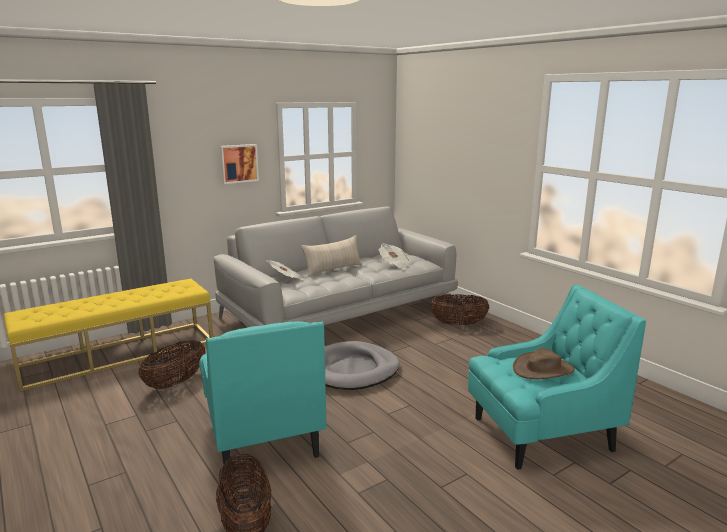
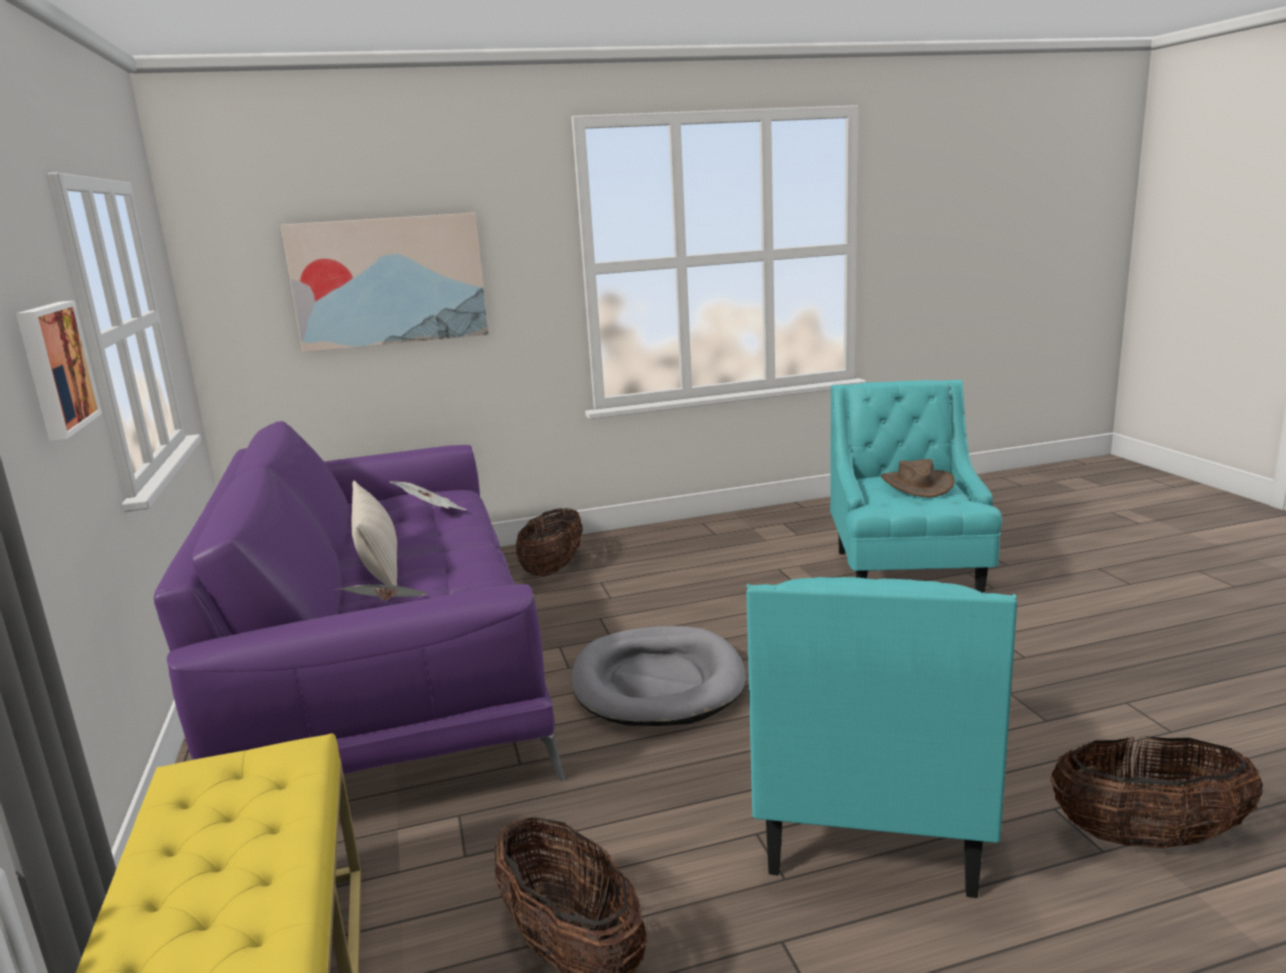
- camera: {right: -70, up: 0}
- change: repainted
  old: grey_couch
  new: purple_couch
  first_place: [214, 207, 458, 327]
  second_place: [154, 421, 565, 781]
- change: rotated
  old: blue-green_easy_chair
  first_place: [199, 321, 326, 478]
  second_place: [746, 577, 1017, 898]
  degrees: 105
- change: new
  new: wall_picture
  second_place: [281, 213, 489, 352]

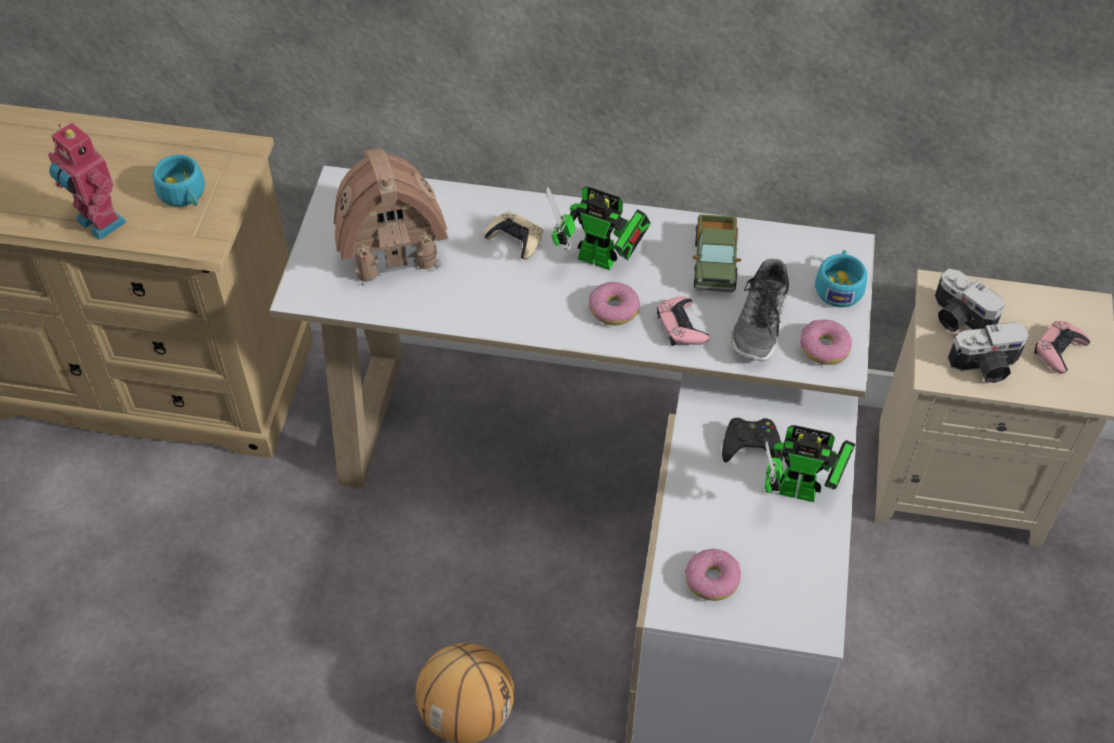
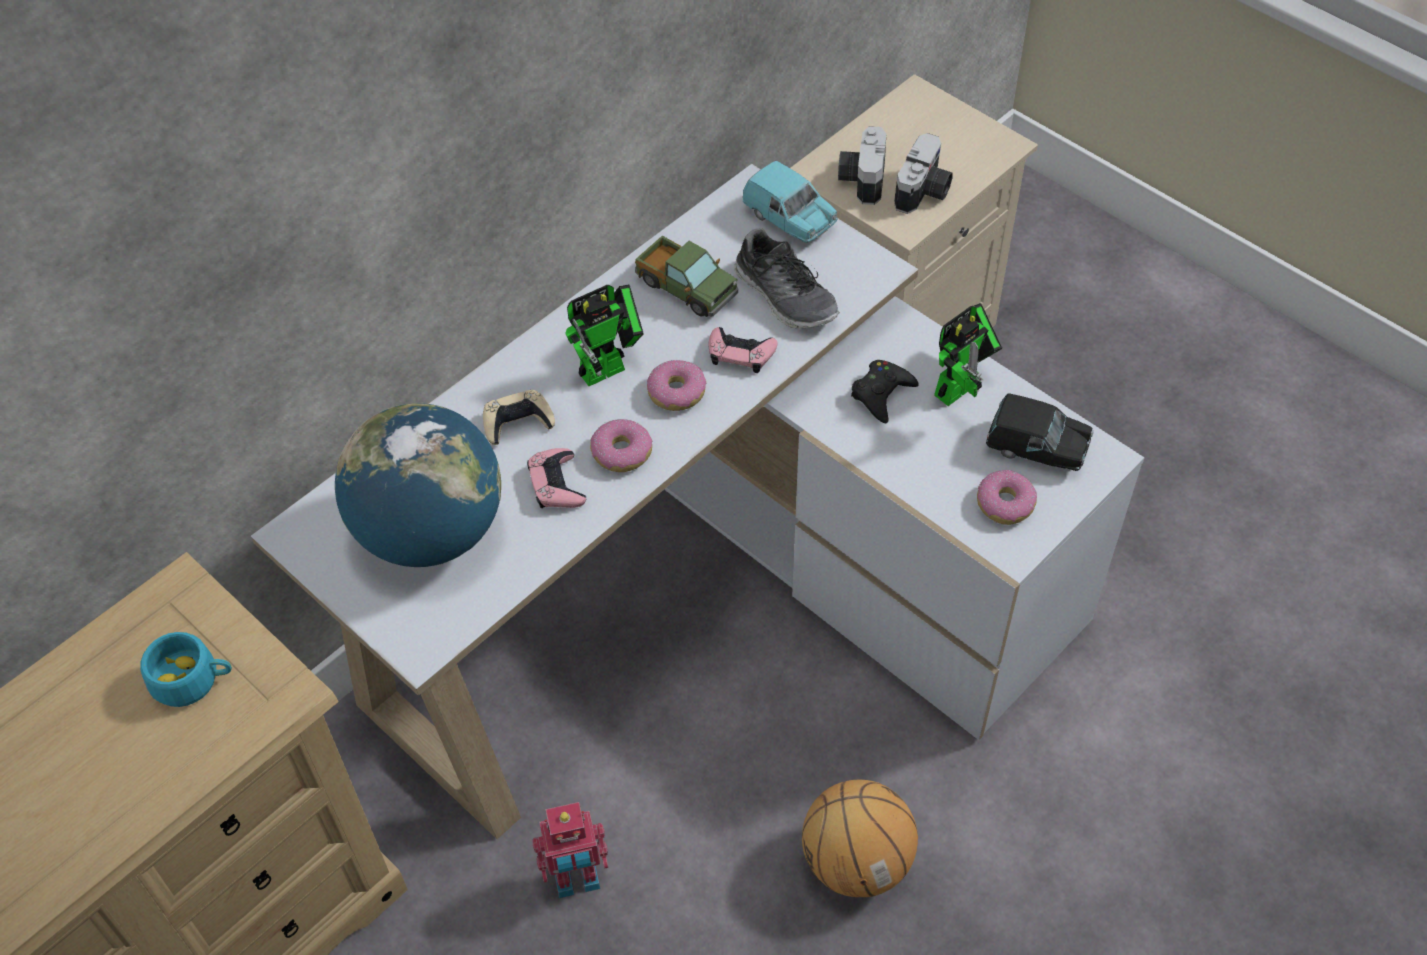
- camera: {right: -55, up: 0}
- change: shifted
  old: robot_figure
  first_place: [48, 123, 127, 240]
  second_place: [532, 802, 608, 898]
- change: swapped
  old: model_house
  new: desk_globe
  first_place: [334, 148, 448, 286]
  second_place: [335, 403, 501, 567]
- change: swapped
  old: blue-green_cup
  new: blue-green_toy_car
  first_place: [815, 250, 867, 307]
  second_place: [743, 161, 838, 243]
- change: rotated
  old: photo_camera
  first_place: [935, 269, 1005, 332]
  second_place: [838, 126, 886, 205]
  degrees: 105
- change: shifted
  old: ring_doughnut
  first_place: [800, 319, 852, 365]
  second_place: [590, 419, 652, 472]
- change: shifted
  old: pink-coloured_game_controller
  first_place: [1034, 321, 1090, 374]
  second_place: [527, 448, 586, 508]
- change: new
  new: black-coloured_toy_car
  second_place: [986, 393, 1093, 471]

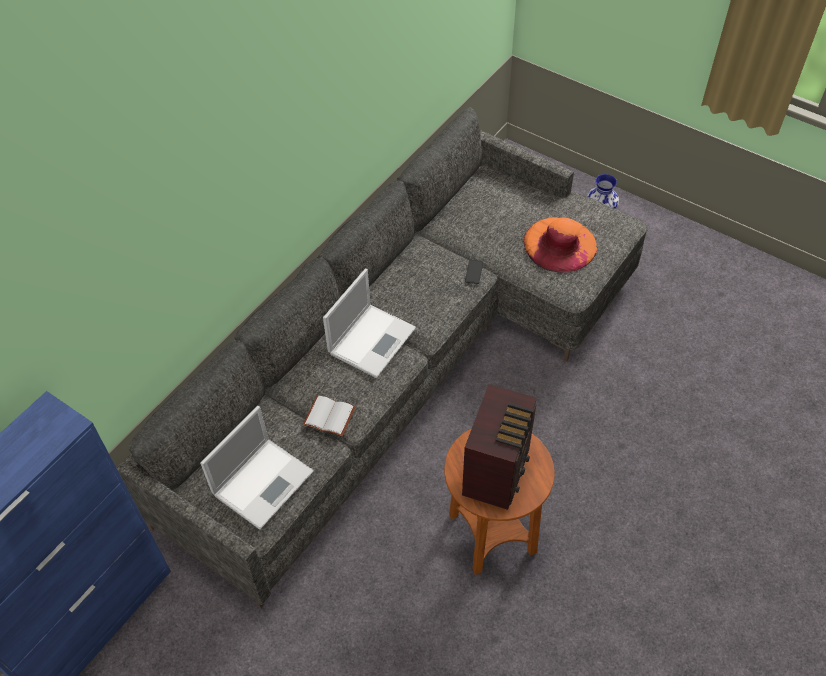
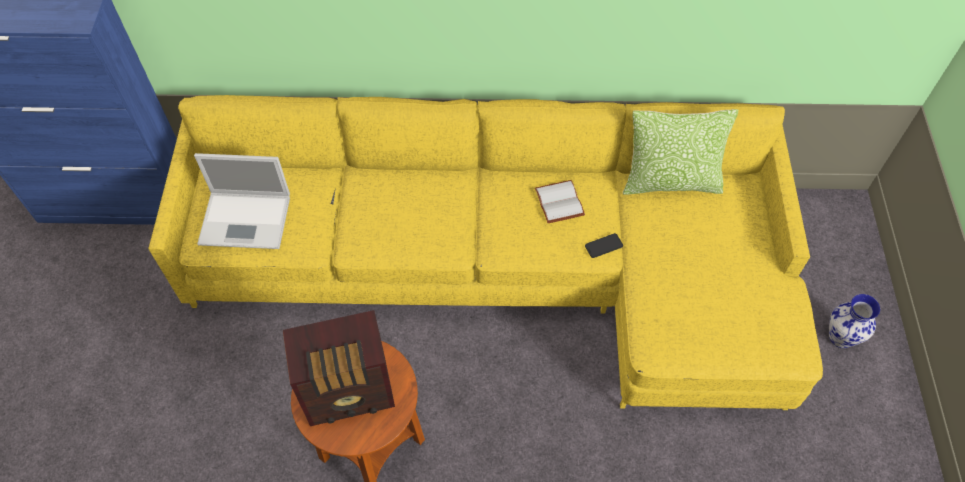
- camera: {right: 55, up: 5}
- change: repainted
  old: grey_couch
  new: yellow-coloured_couch
  first_place: [117, 107, 648, 608]
  second_place: [149, 95, 823, 410]
- change: gone
  old: orangey_clothing_hat
  first_place: [523, 217, 597, 273]
- change: gone
  old: portable_computer
  first_place: [323, 269, 416, 378]
- change: shifted
  old: whitish_volume
  first_place: [303, 395, 356, 437]
  second_place: [535, 180, 585, 223]
- change: new
  new: throw_pillow
  second_place: [623, 109, 738, 195]

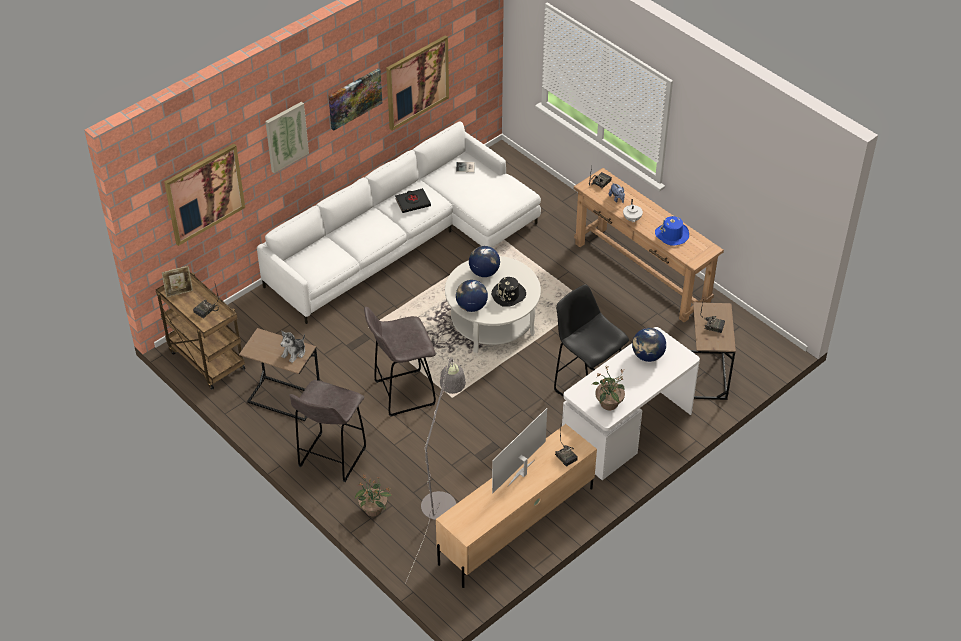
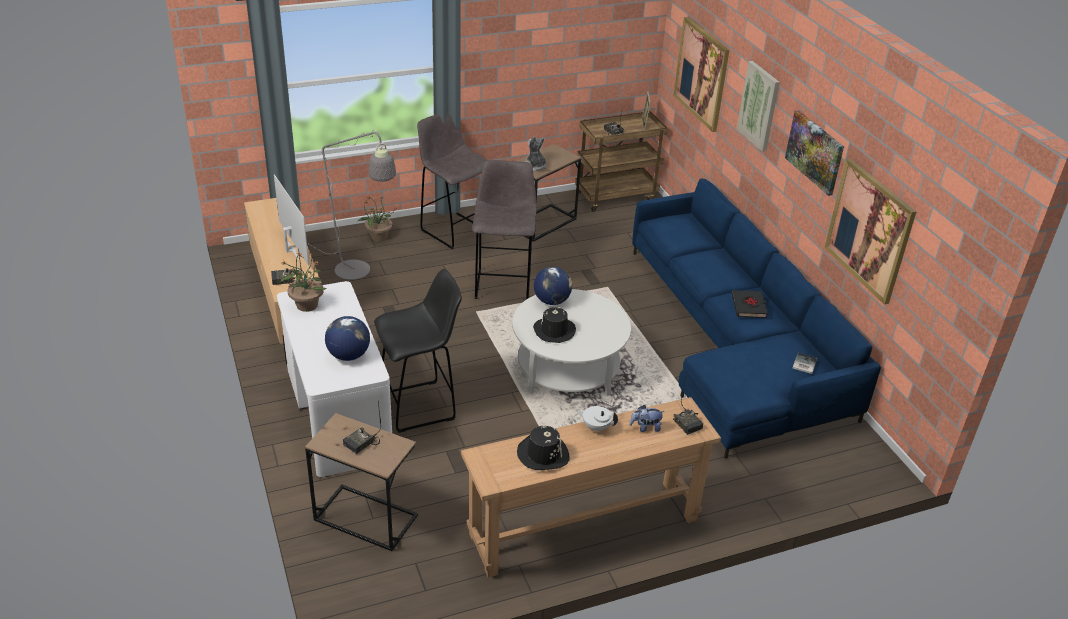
- camera: {right: 110, up: -10}
- change: repainted
  old: whitish_couch
  new: blue_couch
  first_place: [257, 121, 541, 324]
  second_place: [632, 178, 881, 459]
- change: repainted
  old: blue_clothing_hat
  new: black-coloured_clothing_hat
  first_place: [655, 215, 689, 246]
  second_place: [517, 426, 570, 470]
- change: gone
  old: desk_globe
  first_place: [469, 246, 500, 277]

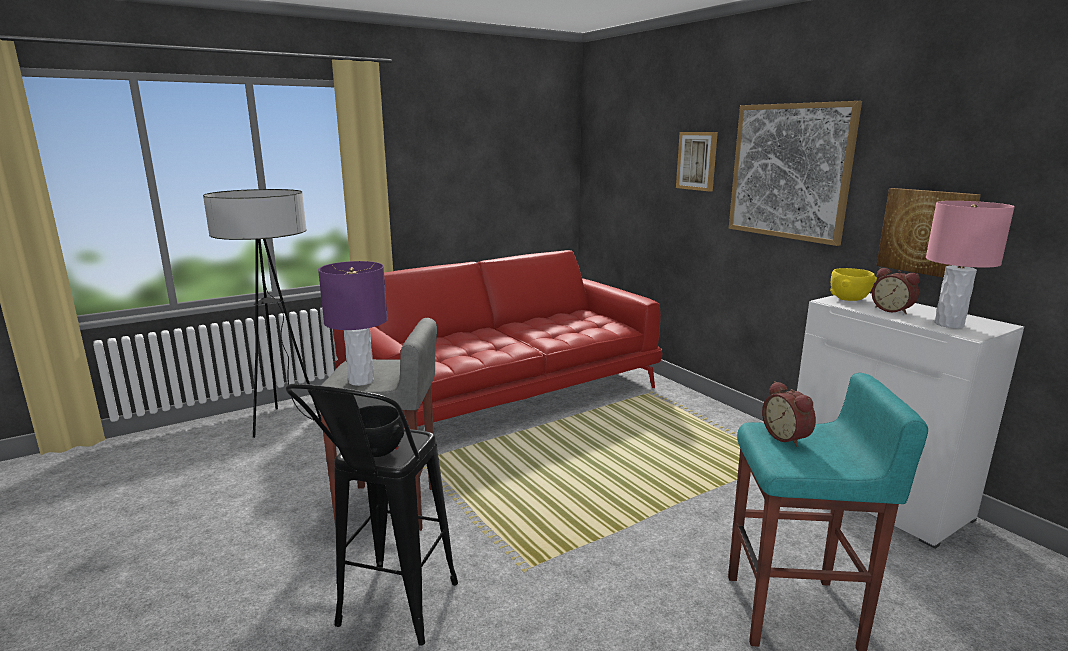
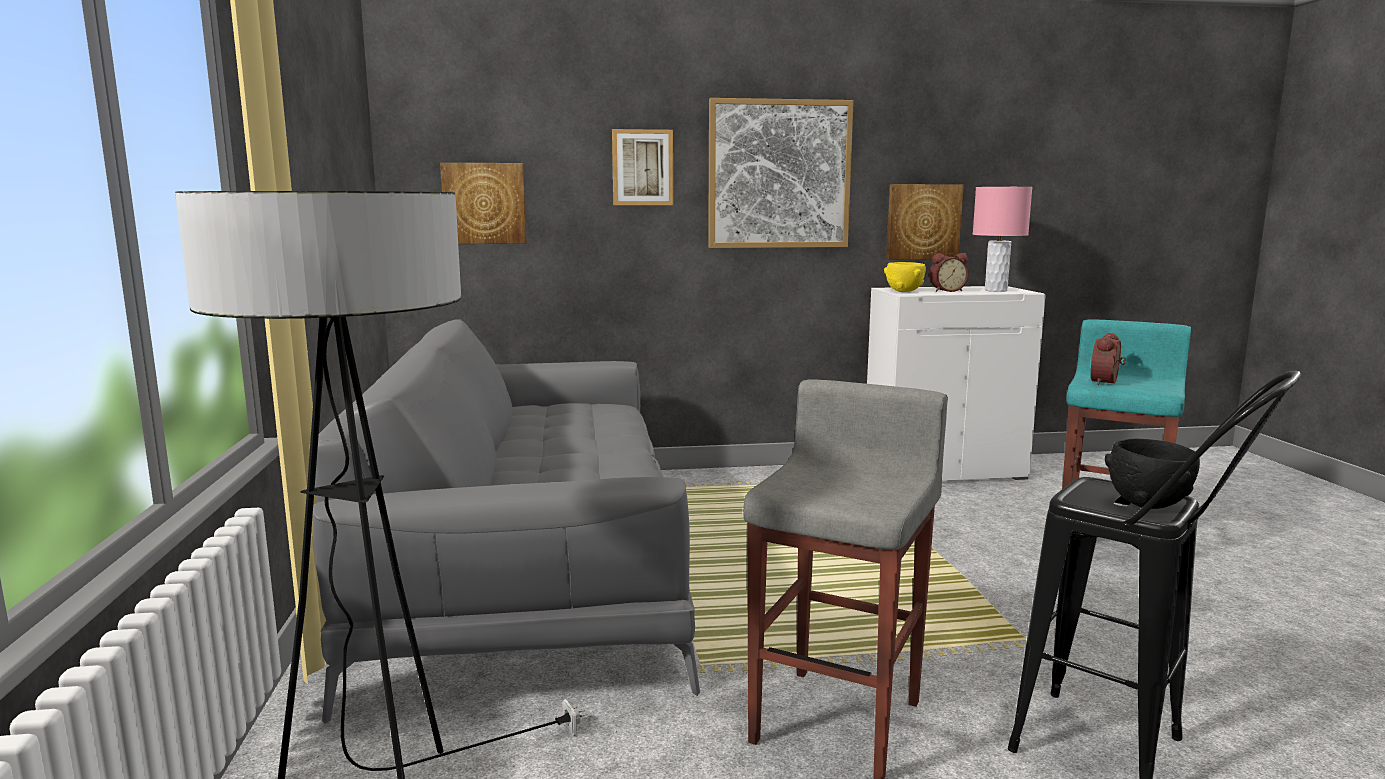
- camera: {right: -65, up: -5}
- change: repainted
  old: red_couch
  new: grey_couch
  first_place: [333, 250, 662, 450]
  second_place: [309, 319, 700, 724]
- change: gone
  old: purple_tabletop_lamp
  first_place: [318, 261, 388, 386]
- change: rotated
  old: table_clock
  first_place: [762, 381, 816, 447]
  second_place: [1091, 332, 1126, 385]
  degrees: 120
- change: new
  new: wall_picture
  second_place: [440, 163, 527, 244]

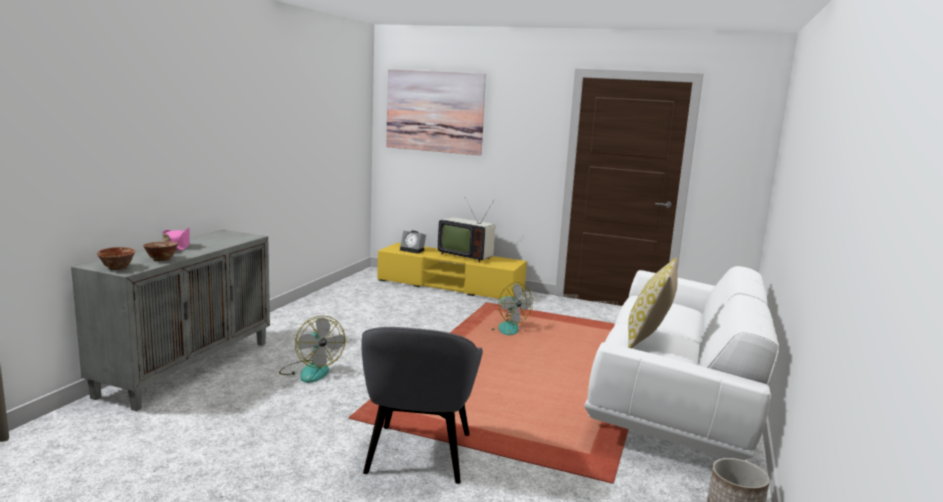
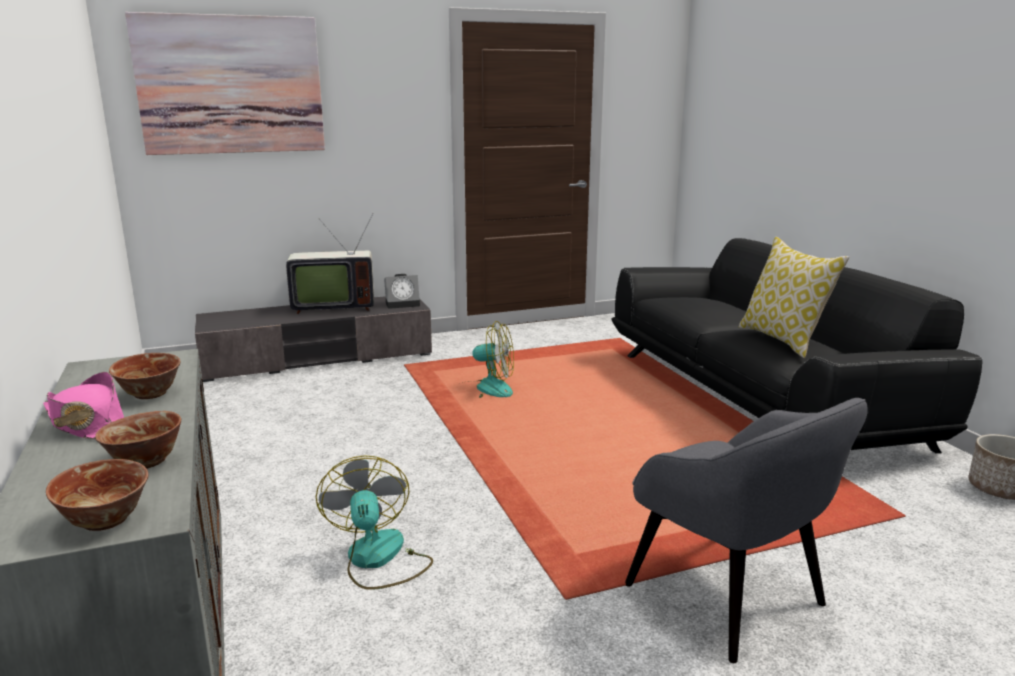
- camera: {right: -40, up: 5}
- change: shifted
  old: table_clock
  first_place: [400, 230, 426, 254]
  second_place: [384, 274, 420, 309]
- change: repainted
  old: yellow-coloured_media_console
  new: grey_media_console
  first_place: [377, 243, 527, 299]
  second_place: [195, 296, 432, 382]
- change: repainted
  old: whitish_couch
  new: black-coloured_couch
  first_place: [584, 266, 779, 460]
  second_place: [611, 238, 983, 454]
- change: rotated
  old: electric_fan
  first_place: [279, 316, 345, 383]
  second_place: [316, 455, 433, 590]
  degrees: -120
- change: new
  new: serving_bowl
  second_place: [109, 353, 181, 399]

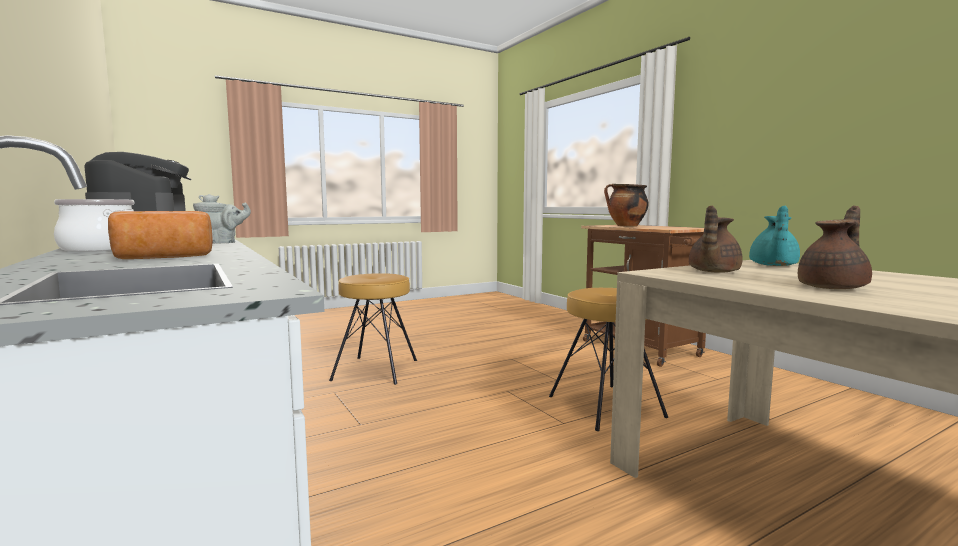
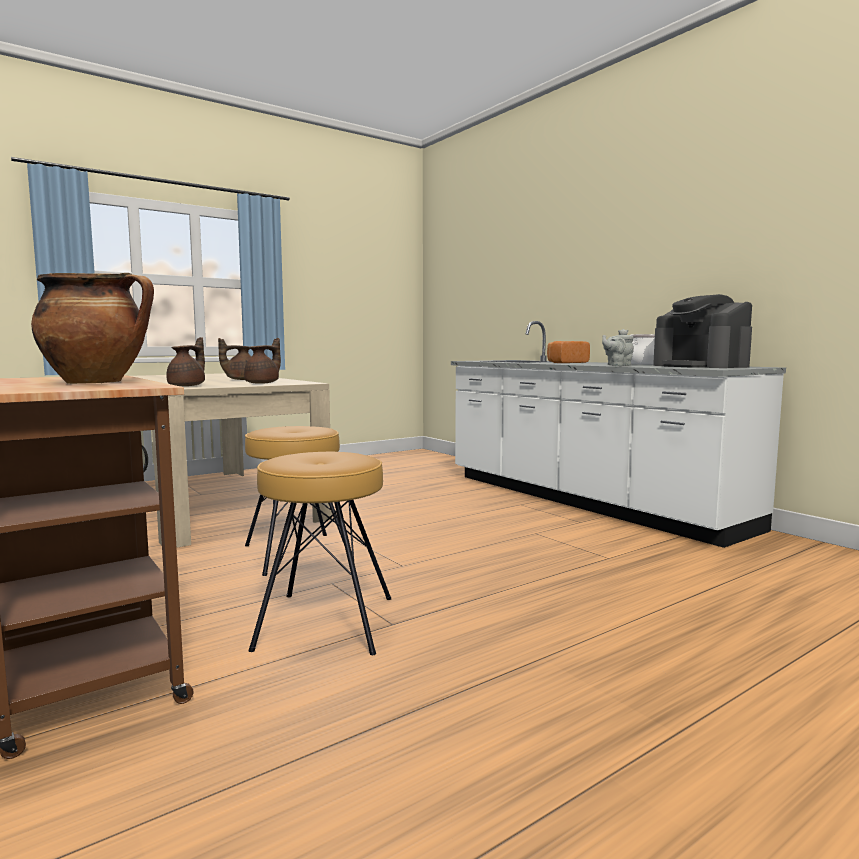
- camera: {right: 175, up: 0}
- change: repainted
  old: blue-green_tea_pot
  new: brown_tea_pot
  first_place: [749, 206, 800, 266]
  second_place: [166, 337, 205, 386]
- change: shifted
  old: brown_sitting_stool
  first_place: [329, 273, 417, 385]
  second_place: [248, 452, 391, 655]

